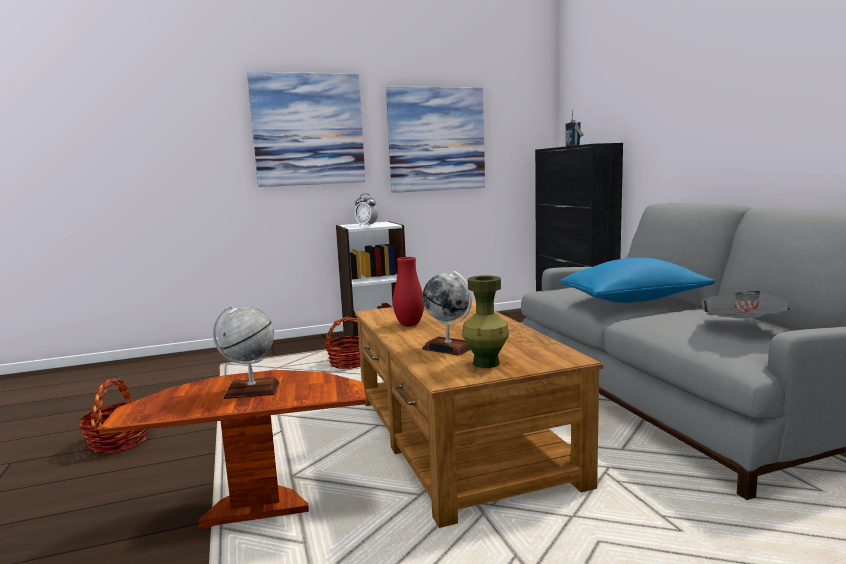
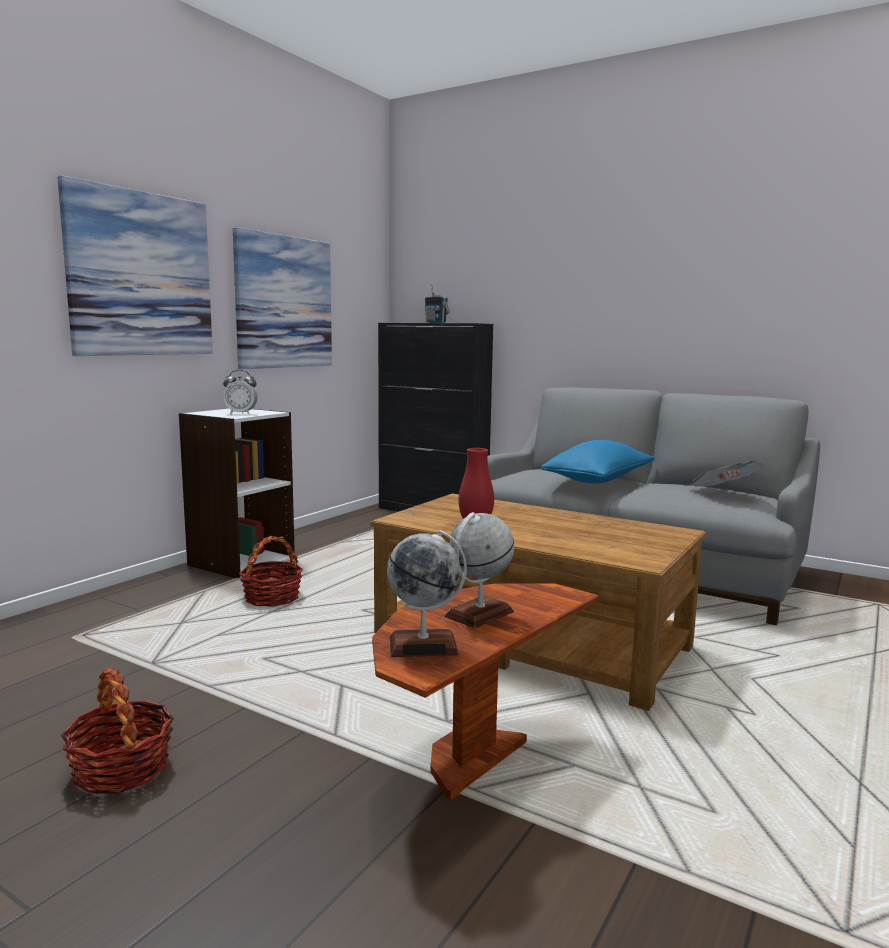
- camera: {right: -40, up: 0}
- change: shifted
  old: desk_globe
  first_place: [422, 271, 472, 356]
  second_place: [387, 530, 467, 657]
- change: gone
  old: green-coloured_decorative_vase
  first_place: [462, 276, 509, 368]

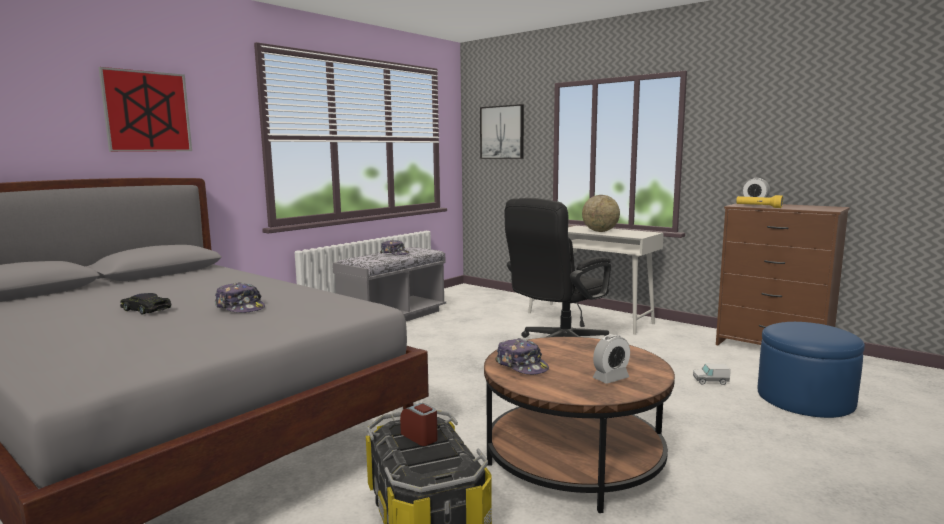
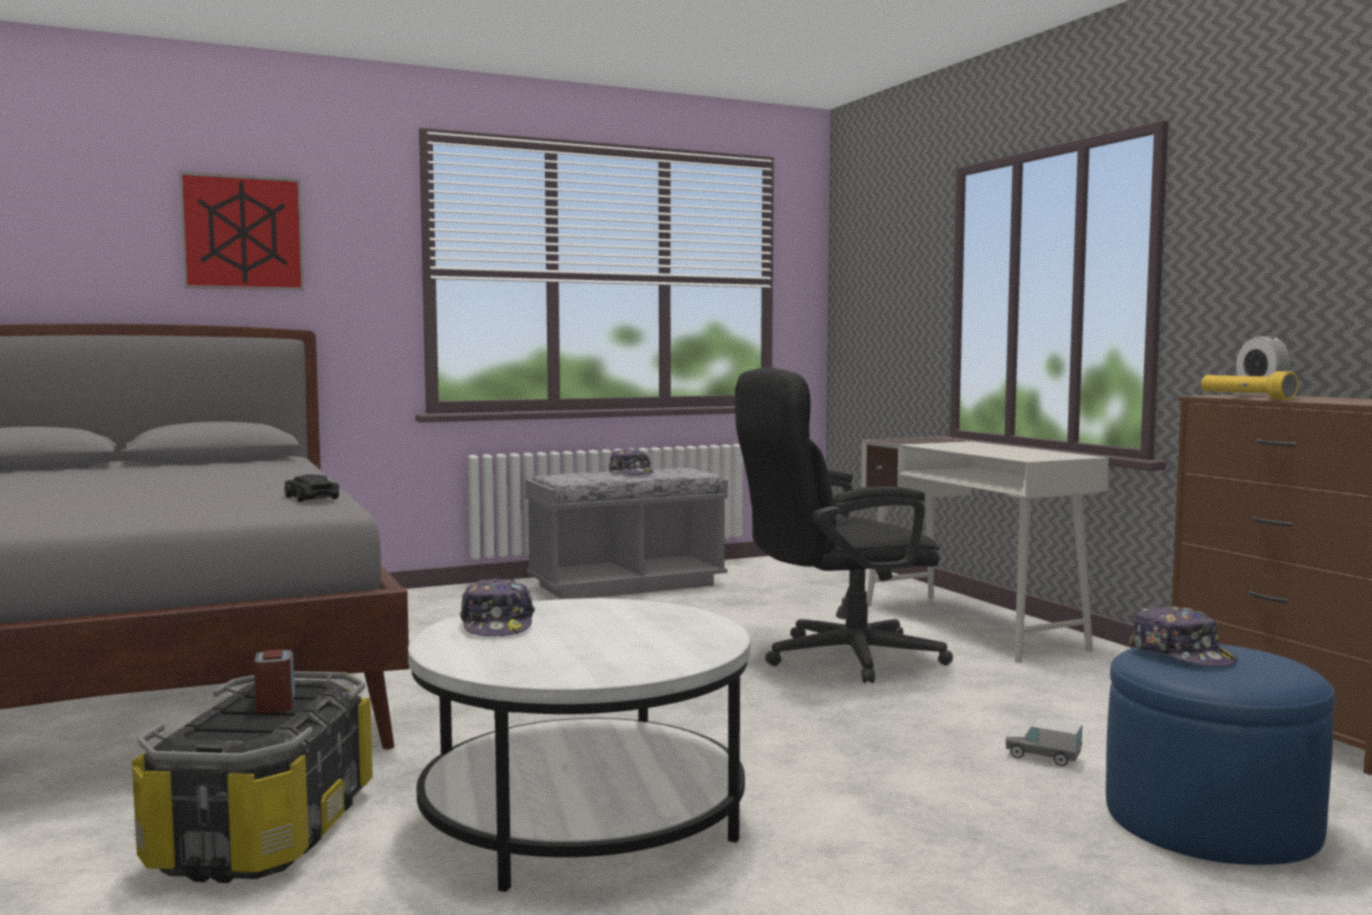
- camera: {right: 25, up: -5}
- change: gone
  old: wall_picture
  first_place: [480, 104, 524, 159]
- change: gone
  old: desk_globe
  first_place: [582, 195, 620, 232]
- change: shifted
  old: peaked_cap
  first_place: [215, 283, 265, 313]
  second_place: [1128, 606, 1238, 667]
- change: shifted
  old: black-coloured_toy_car
  first_place: [120, 293, 171, 315]
  second_place: [284, 474, 339, 502]
- change: gone
  old: table_clock
  first_place: [593, 334, 630, 384]
- change: repainted
  old: brown_low_table
  new: whitish_low_table
  first_place: [484, 337, 675, 513]
  second_place: [408, 598, 750, 892]

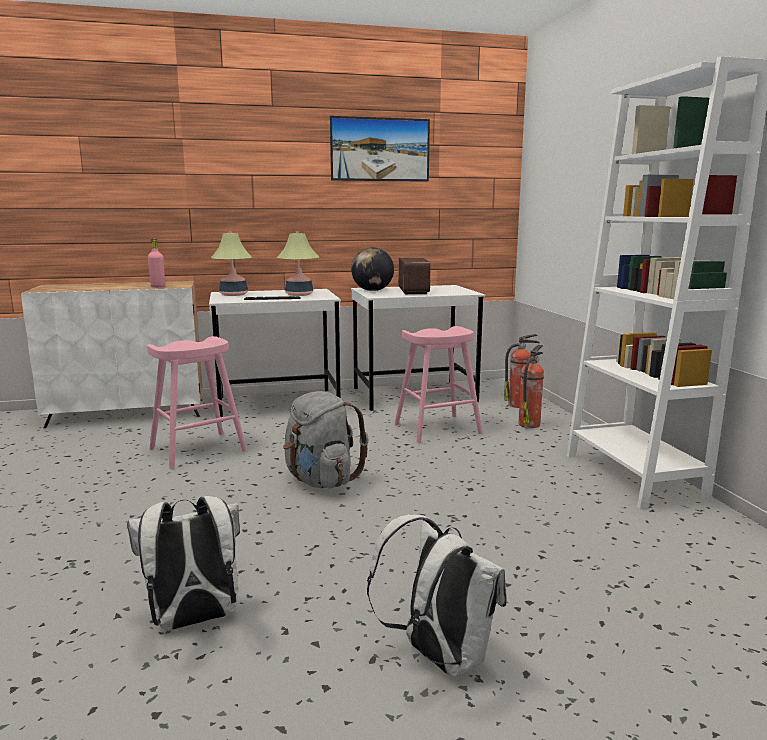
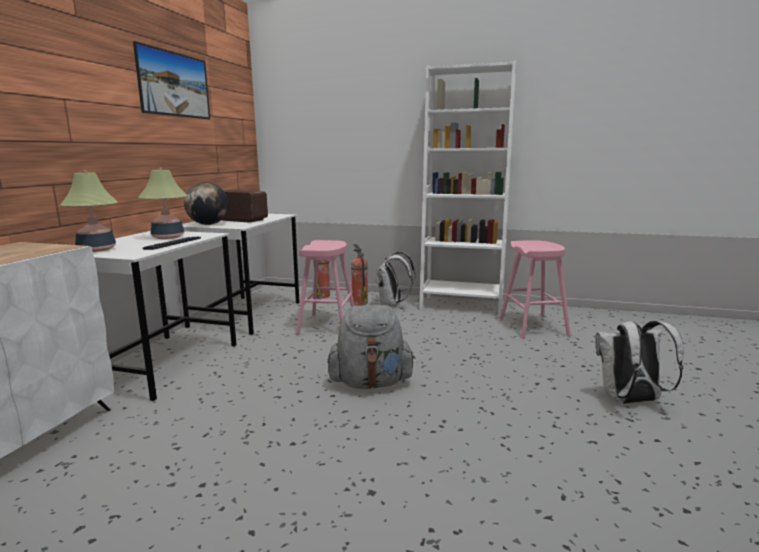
- camera: {right: -60, up: 0}
- change: gone
  old: pink-coloured_drink_bottle
  first_place: [148, 238, 165, 288]
- change: shifted
  old: pink-coloured_sitting_stool
  first_place: [147, 336, 247, 469]
  second_place: [500, 240, 571, 339]
- change: shifted
  old: whitish_rucksack
  first_place: [127, 496, 240, 630]
  second_place: [376, 251, 415, 306]

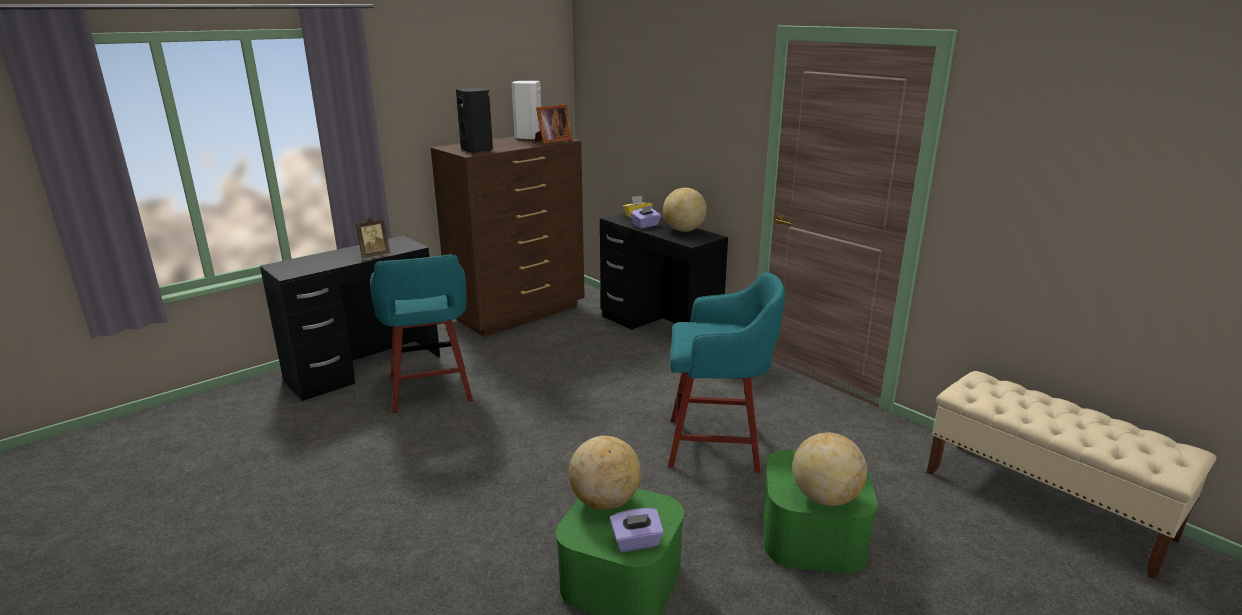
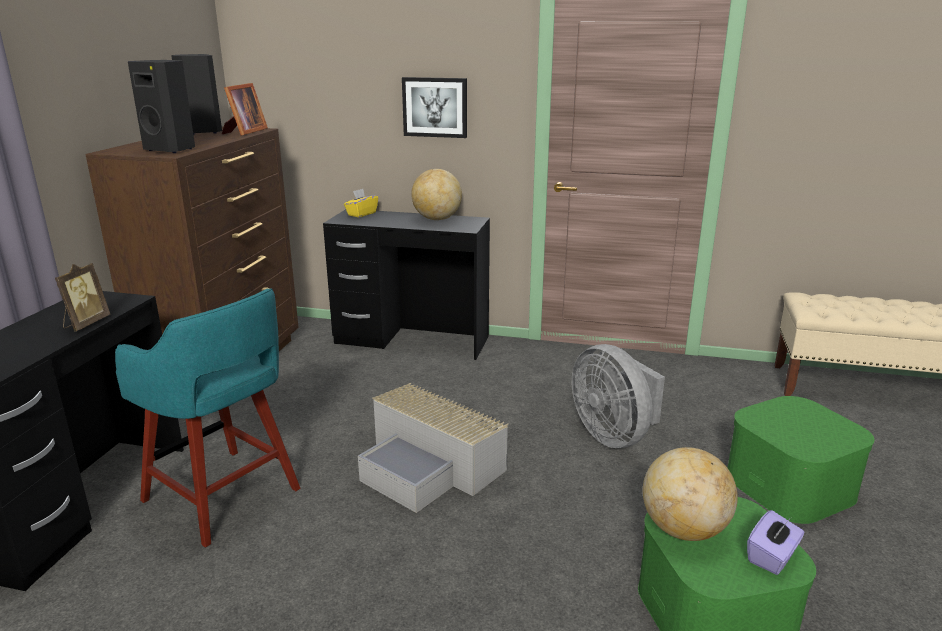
- camera: {right: -35, up: 0}
- change: repainted
  old: whitish_loudspeaker
  new: black-coloured_loudspeaker
  first_place: [512, 81, 541, 140]
  second_place: [171, 54, 222, 135]
- change: gone
  old: purple_tissue_holder
  first_place: [631, 205, 661, 229]
- change: swapped
  old: blue-green_sitting_stool
  new: grey_electric_fan
  first_place: [668, 272, 785, 473]
  second_place: [572, 344, 665, 448]
- change: gone
  old: desk_globe
  first_place: [792, 433, 867, 506]
- change: new
  new: wall_picture
  second_place: [402, 77, 467, 138]
- change: new
  new: grey_storage_box
  second_place: [358, 383, 508, 513]

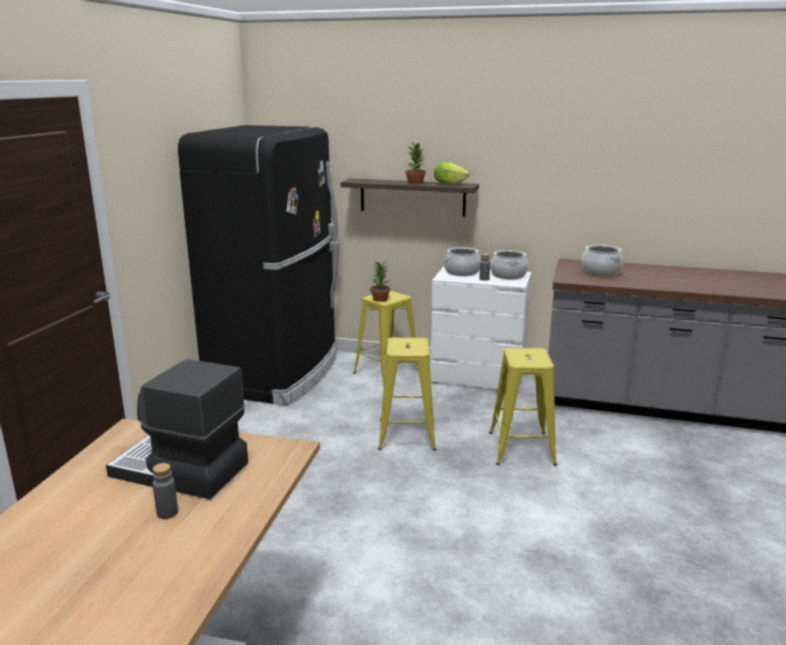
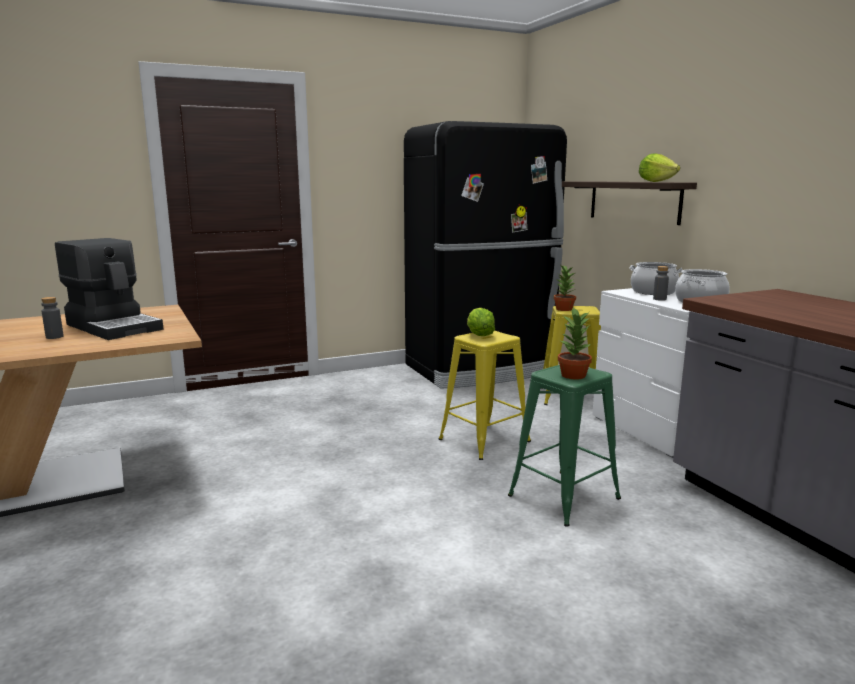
- camera: {right: 50, up: -5}
- change: shifted
  old: houseplant
  first_place: [406, 140, 426, 185]
  second_place: [558, 307, 592, 379]
- change: gone
  old: stockpot
  first_place: [581, 245, 623, 276]
- change: repainted
  old: yellow-coloured_sitting_stool
  new: green-coloured_sitting_stool
  first_place: [489, 348, 557, 466]
  second_place: [508, 365, 621, 526]
- change: rotated
  old: coffee_brewer
  first_place: [106, 359, 248, 499]
  second_place: [55, 238, 163, 340]
  degrees: 150
- change: new
  new: lettuce
  second_place: [467, 308, 495, 336]

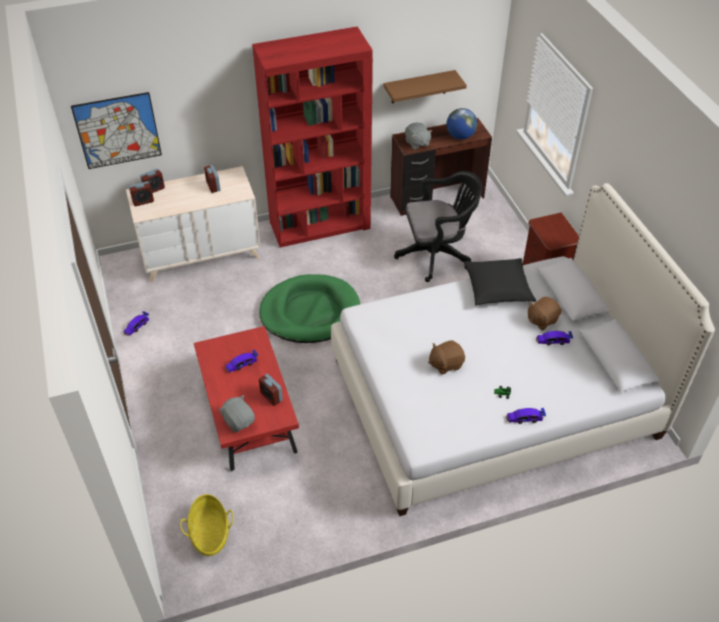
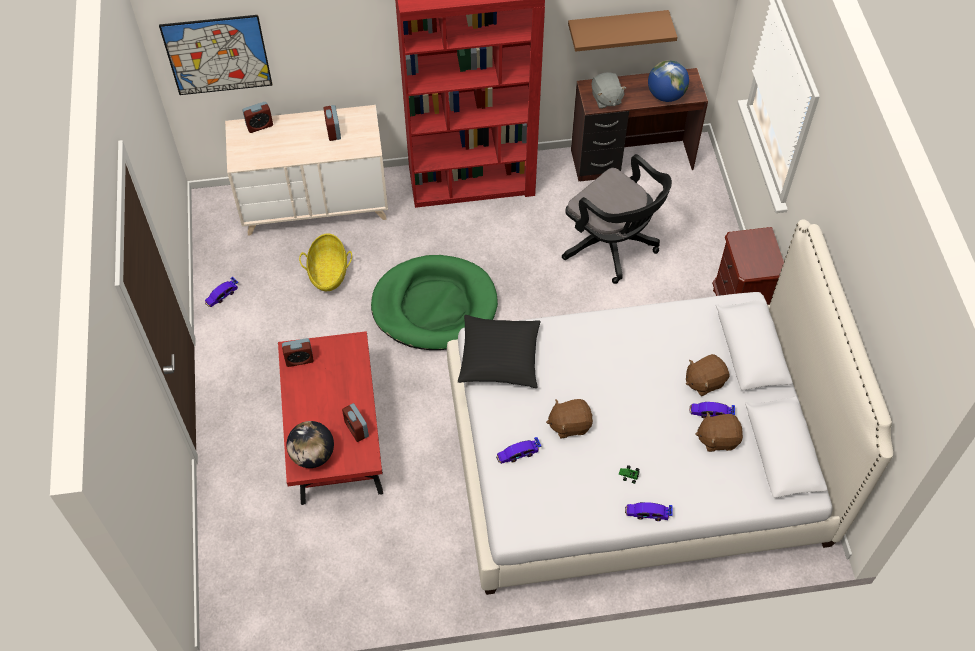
- camera: {right: 10, up: 10}
- change: rotated
  old: black-coloured_computer_chair
  first_place: [394, 171, 482, 282]
  second_place: [562, 154, 672, 284]
  degrees: 45
- change: shifted
  old: table_clock
  first_place: [129, 181, 154, 206]
  second_place: [282, 338, 314, 367]
- change: shifted
  old: black-coloured_throw_pillow
  first_place: [464, 258, 536, 305]
  second_place: [458, 315, 540, 388]
- change: shifted
  old: toy_car
  first_place: [225, 350, 259, 372]
  second_place: [496, 437, 542, 464]
- change: swapped
  old: grey_soft_toy
  new: desk_globe
  first_place: [219, 395, 255, 433]
  second_place: [286, 421, 334, 468]
- change: shifted
  old: household_basket
  first_place: [180, 494, 234, 556]
  second_place: [299, 233, 352, 291]
- change: new
  new: brown_soft_toy
  second_place: [695, 412, 743, 452]

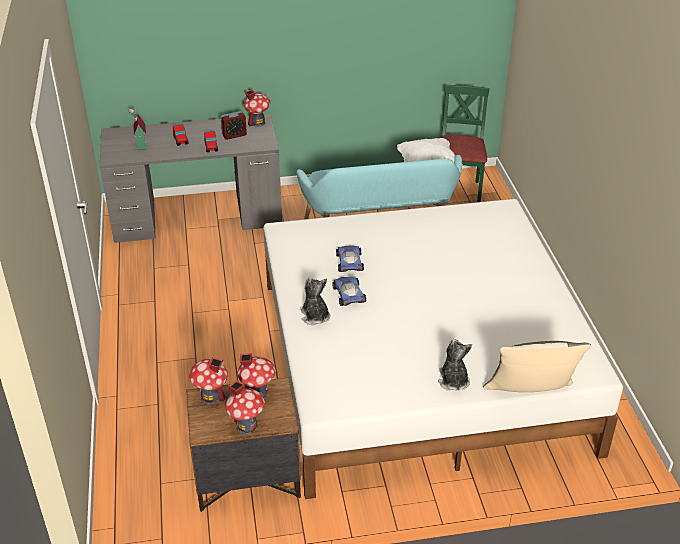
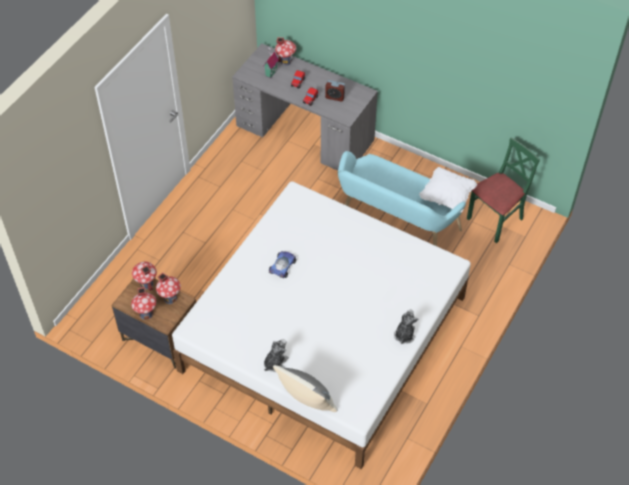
- camera: {right: 40, up: 15}
- change: shifted
  old: model_house
  first_place: [243, 89, 270, 127]
  second_place: [275, 37, 296, 66]
- change: gone
  old: toy_car
  first_place: [336, 246, 364, 272]
- change: shifted
  old: soft_toy
  first_place: [300, 278, 330, 325]
  second_place: [394, 309, 418, 344]

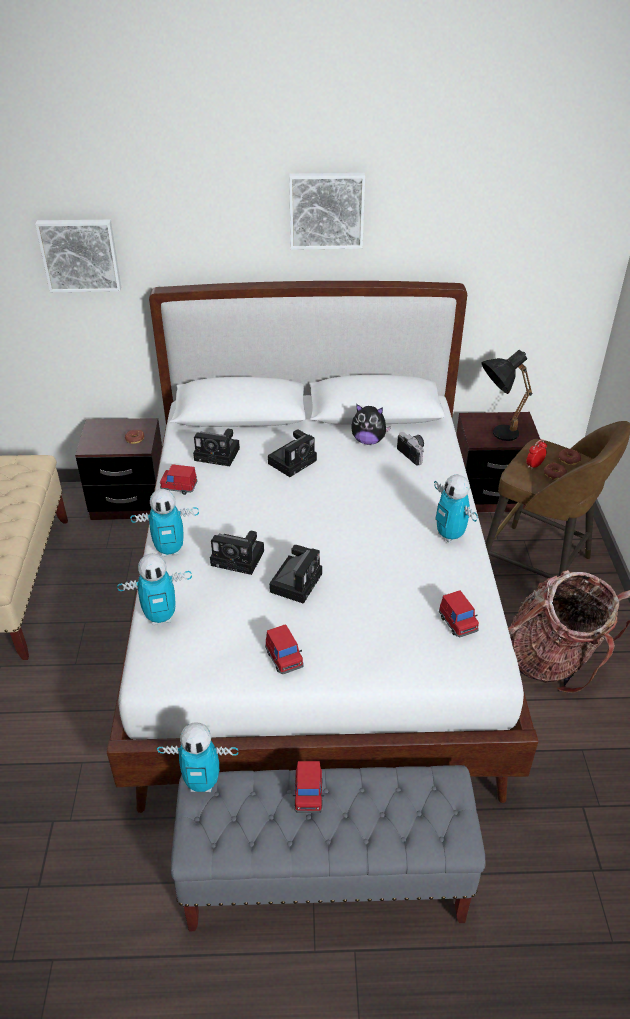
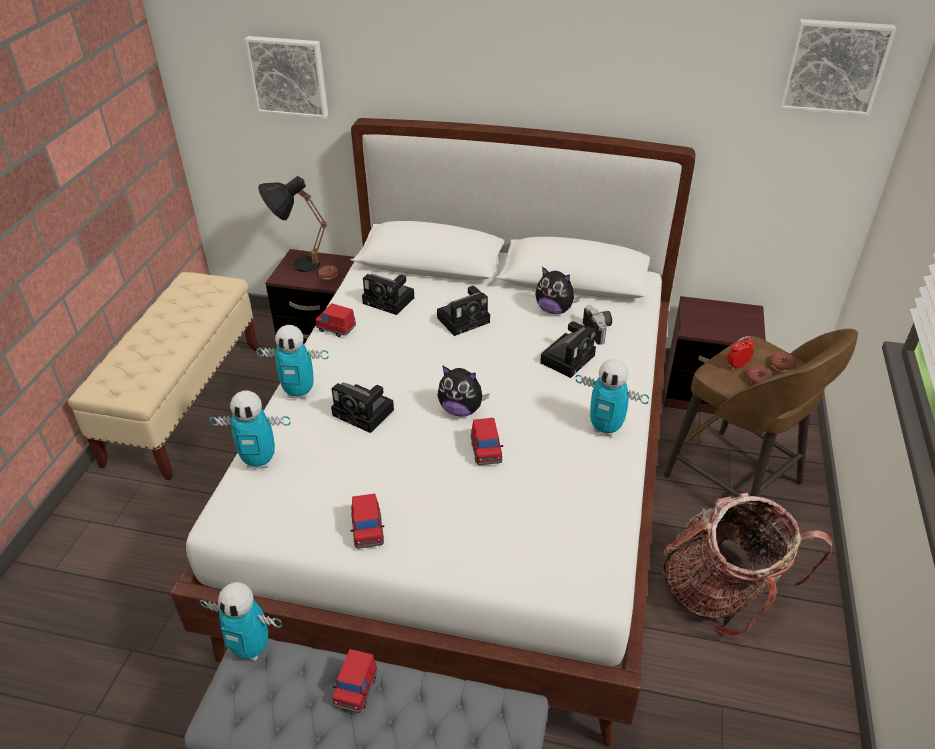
- camera: {right: 15, up: 0}
- change: shifted
  old: wall_picture
  first_place: [289, 173, 365, 250]
  second_place: [779, 19, 896, 116]
- change: shifted
  old: black-coloured_tabletop_lamp
  first_place: [482, 350, 532, 441]
  second_place: [258, 176, 327, 272]
- change: rotated
  old: robot_figure
  first_place: [434, 474, 478, 543]
  second_place: [575, 359, 649, 437]
  degrees: -45
- change: shifted
  old: photo_camera
  first_place: [269, 545, 322, 604]
  second_place: [540, 321, 596, 378]
- change: shifted
  old: red_toy_car
  first_place: [439, 590, 479, 637]
  second_place: [470, 418, 503, 465]
- change: new
  new: soft_toy
  second_place: [437, 366, 490, 416]

